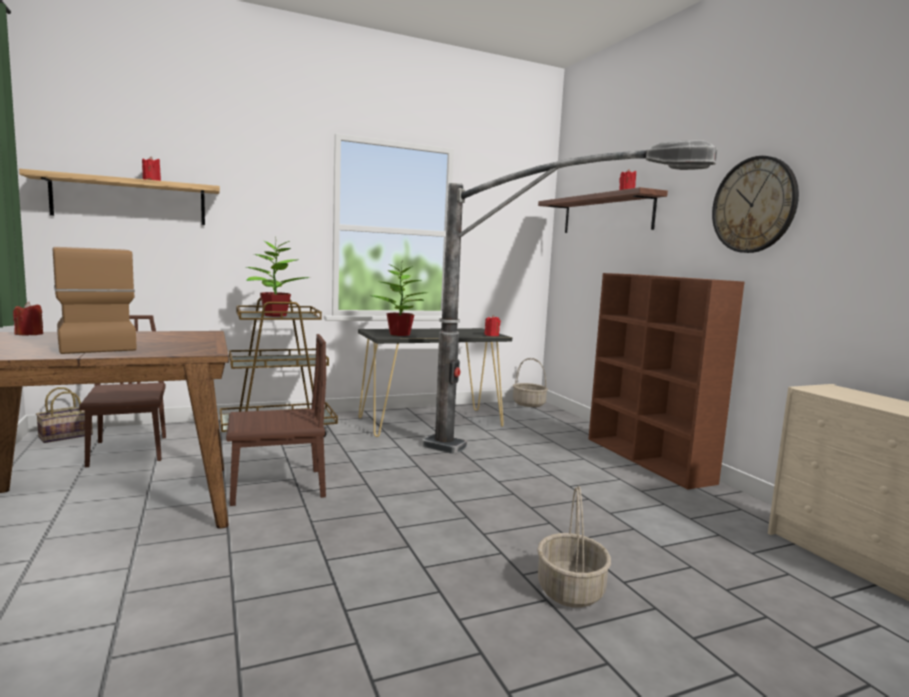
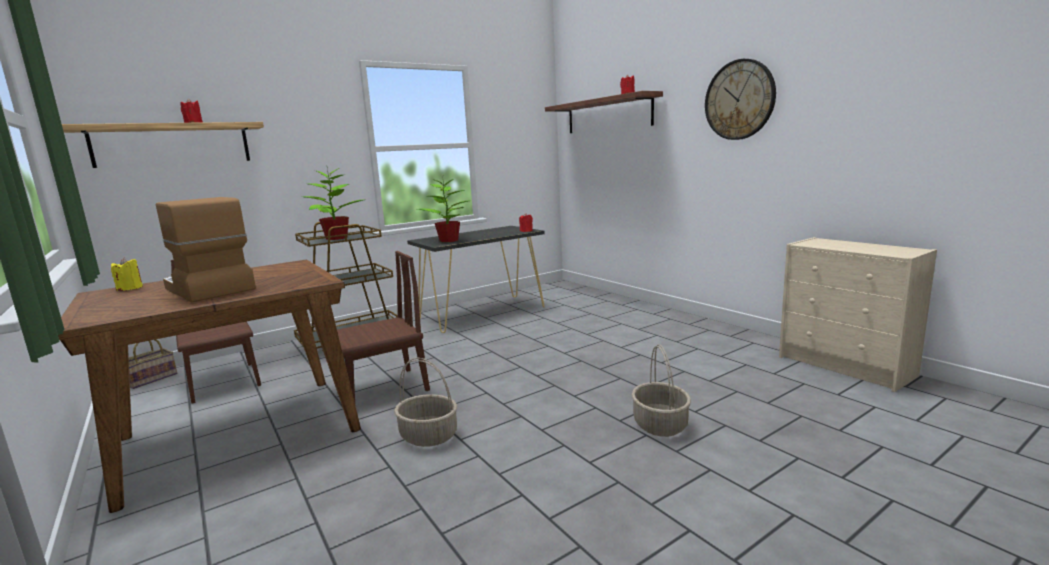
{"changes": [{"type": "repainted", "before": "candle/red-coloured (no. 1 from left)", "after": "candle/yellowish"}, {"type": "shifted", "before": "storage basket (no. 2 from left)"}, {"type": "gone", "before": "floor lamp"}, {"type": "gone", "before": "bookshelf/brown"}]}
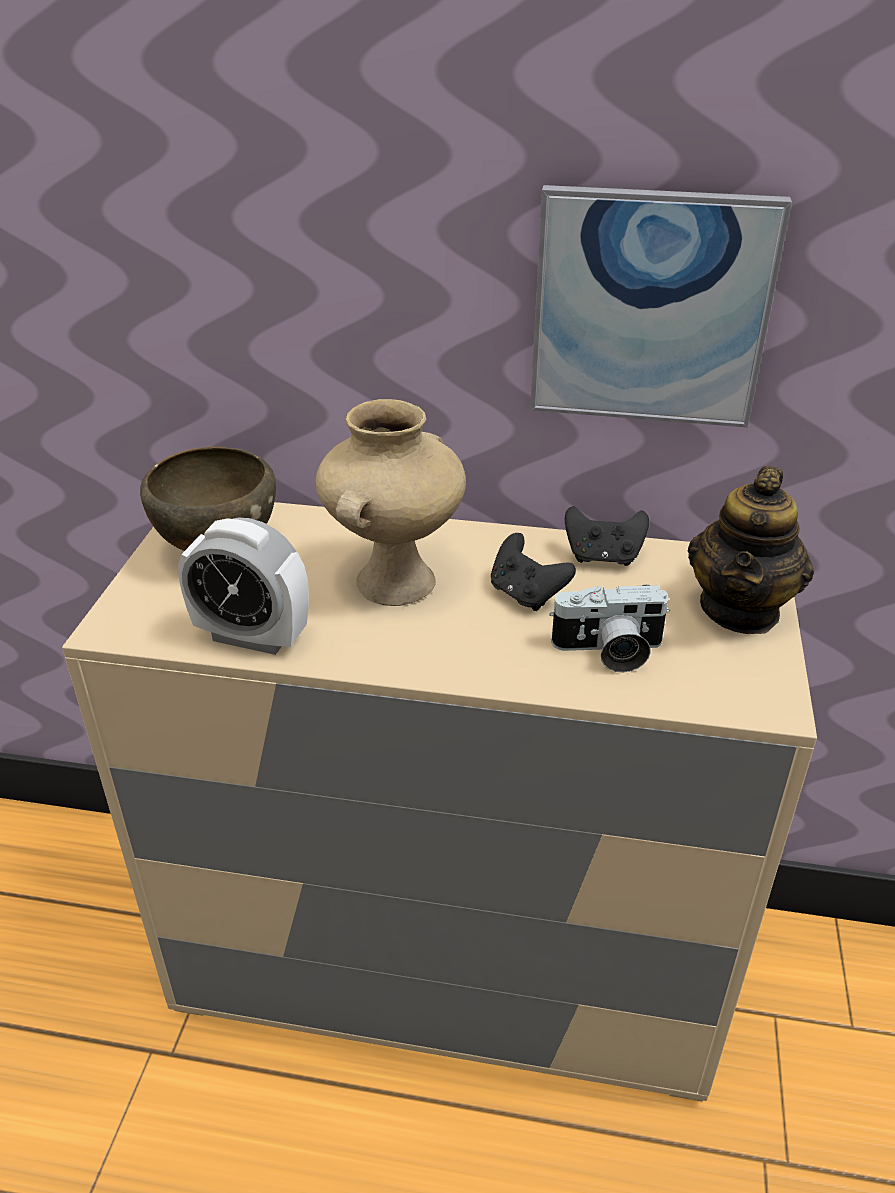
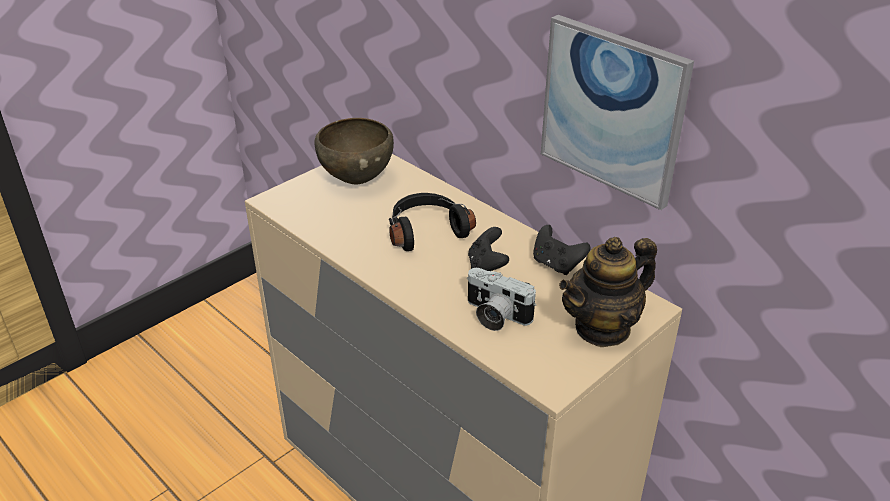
{"changes": [{"type": "swapped", "before": "flower vase/beige", "after": "pair of headphones/black"}, {"type": "gone", "before": "bedside clock"}]}
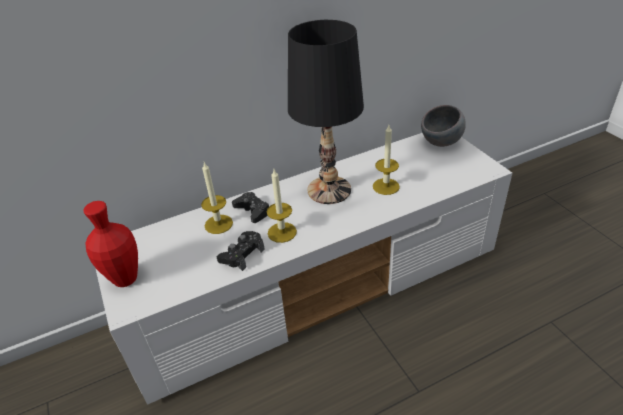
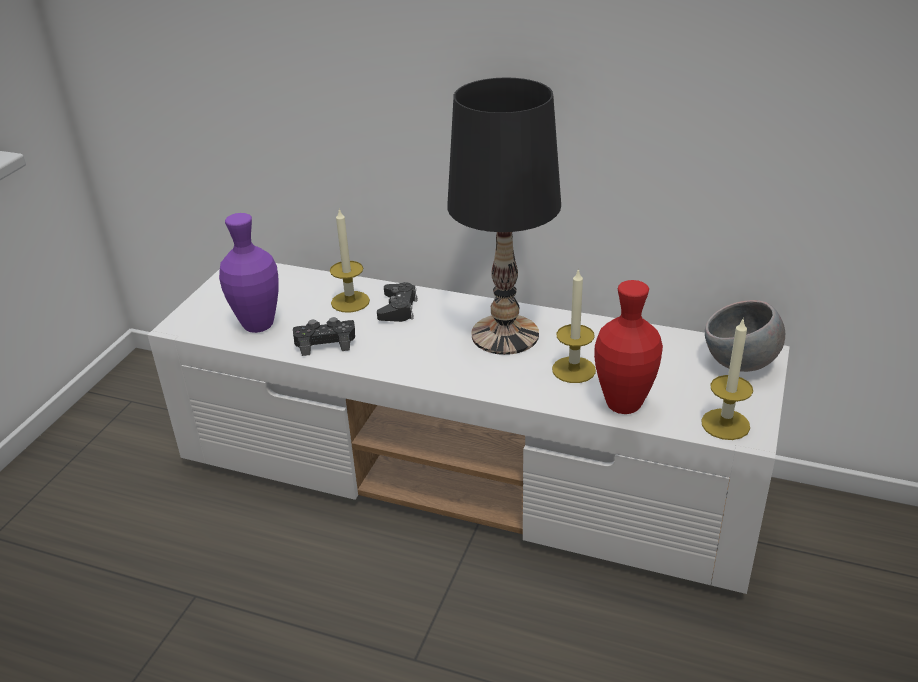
{"changes": [{"type": "new", "after": "flower vase/purple-coloured"}, {"type": "shifted", "before": "flower vase/red-coloured"}, {"type": "shifted", "before": "candle (no. 2 from left in the first image)", "after": "candle (no. 3 from left)"}]}
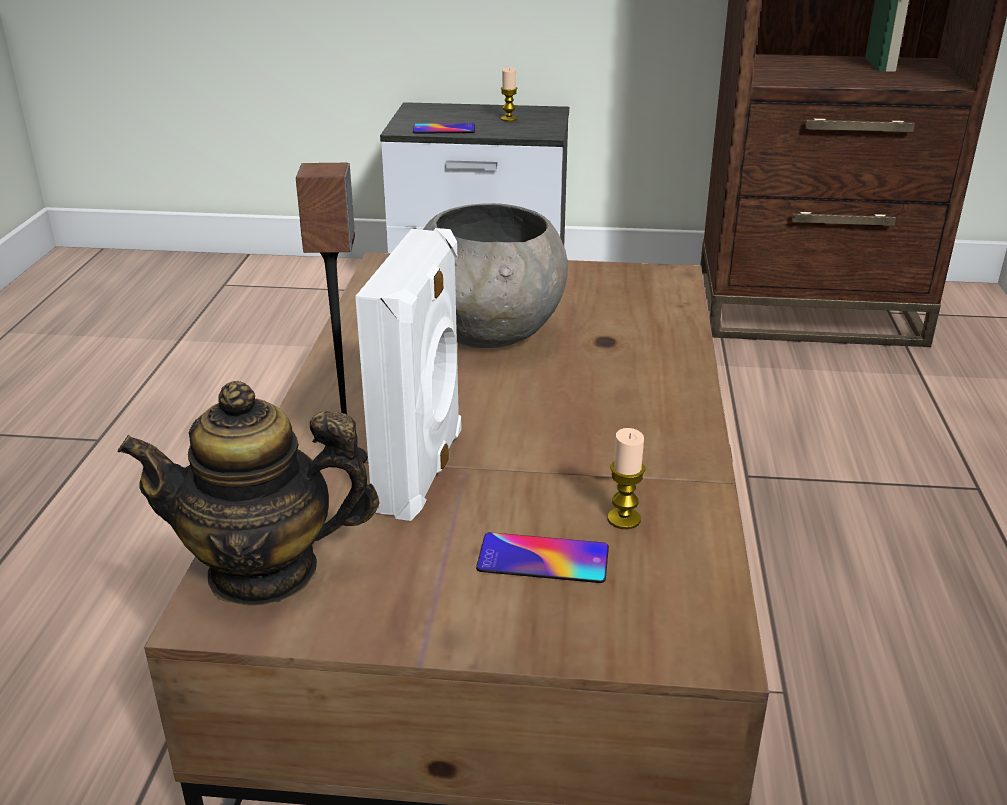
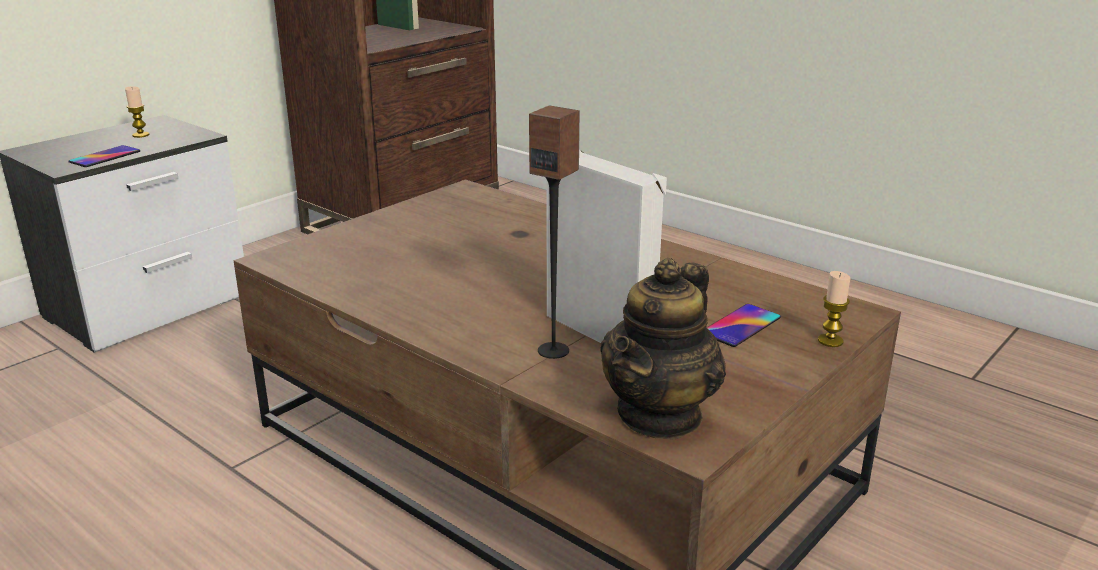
{"changes": [{"type": "shifted", "before": "candle (no. 2 from left)"}, {"type": "gone", "before": "serving bowl/greyish"}]}
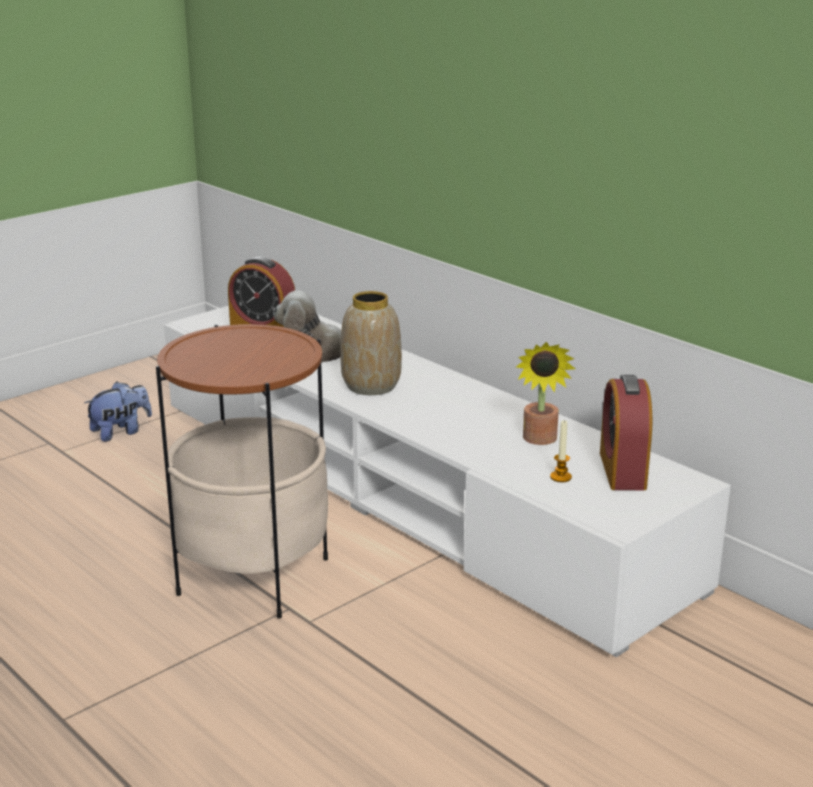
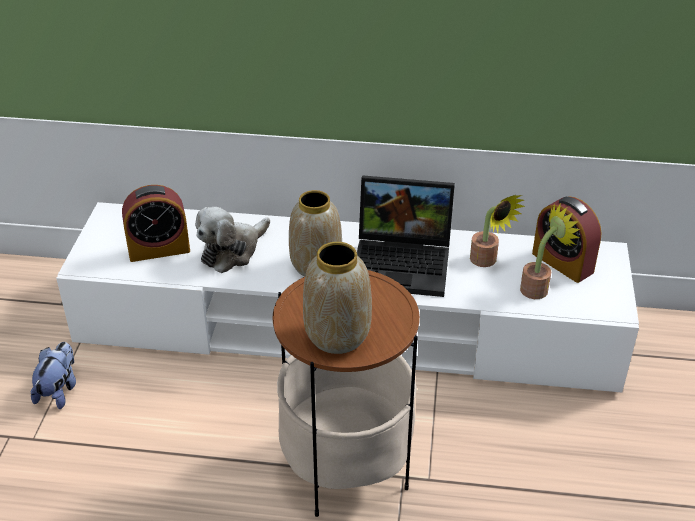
{"changes": [{"type": "new", "after": "flower vase (no. 2 from left)"}, {"type": "new", "after": "laptop"}, {"type": "swapped", "before": "candle", "after": "potted plant (no. 2 from left)"}]}
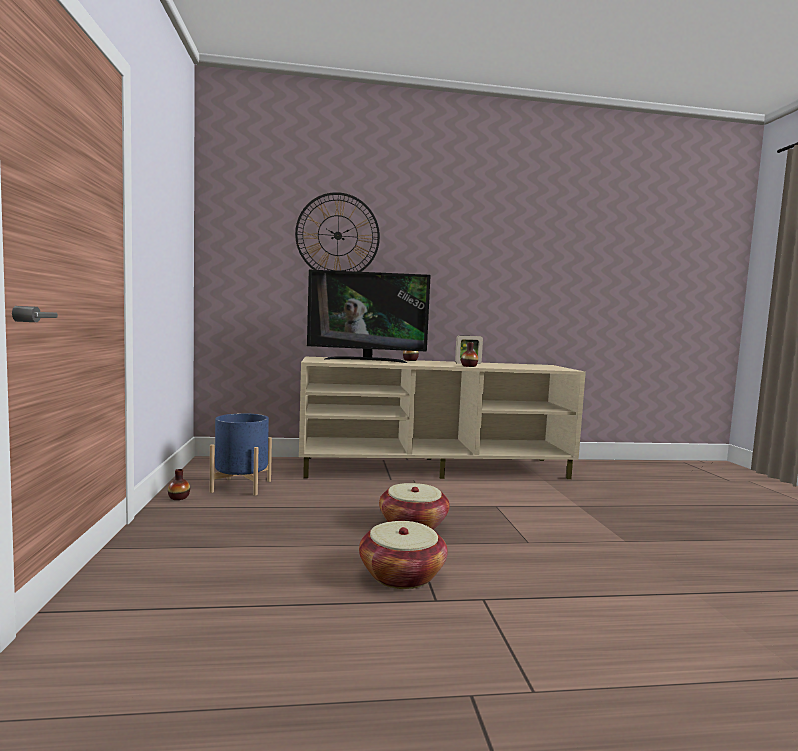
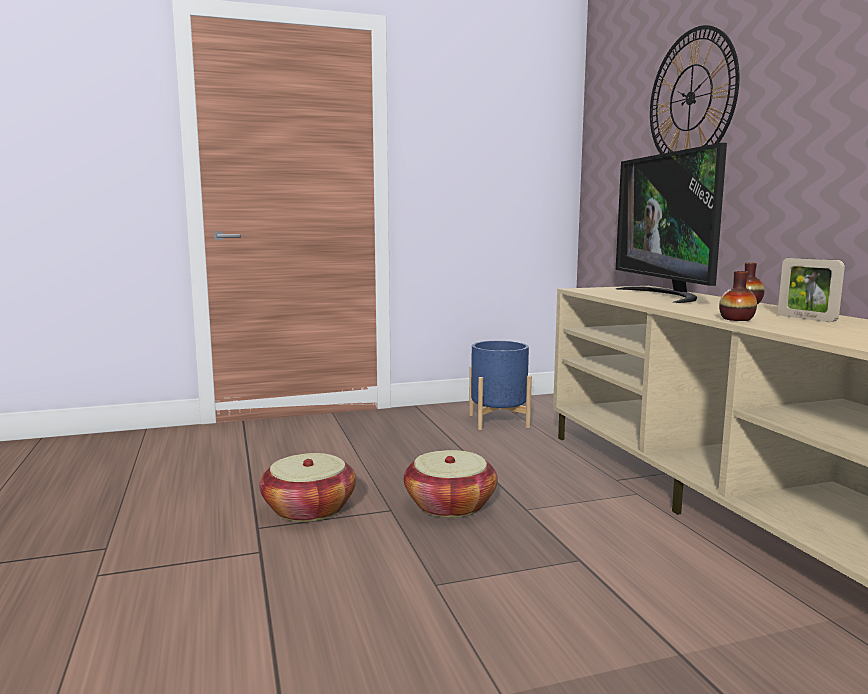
{"changes": [{"type": "gone", "before": "flower vase (no. 1 from left)"}]}
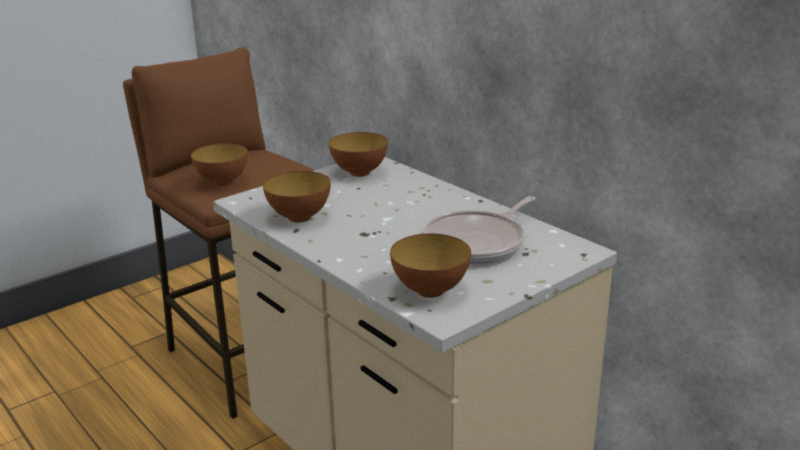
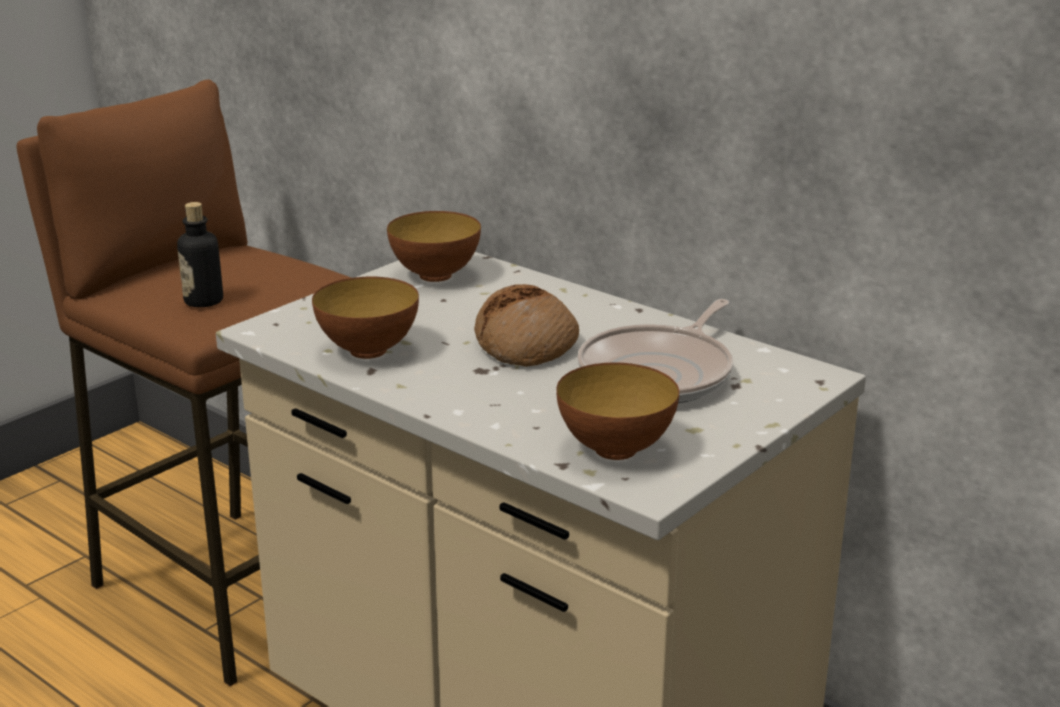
{"changes": [{"type": "swapped", "before": "serving bowl (no. 1 from left)", "after": "drink bottle"}, {"type": "new", "after": "bakery bread"}]}
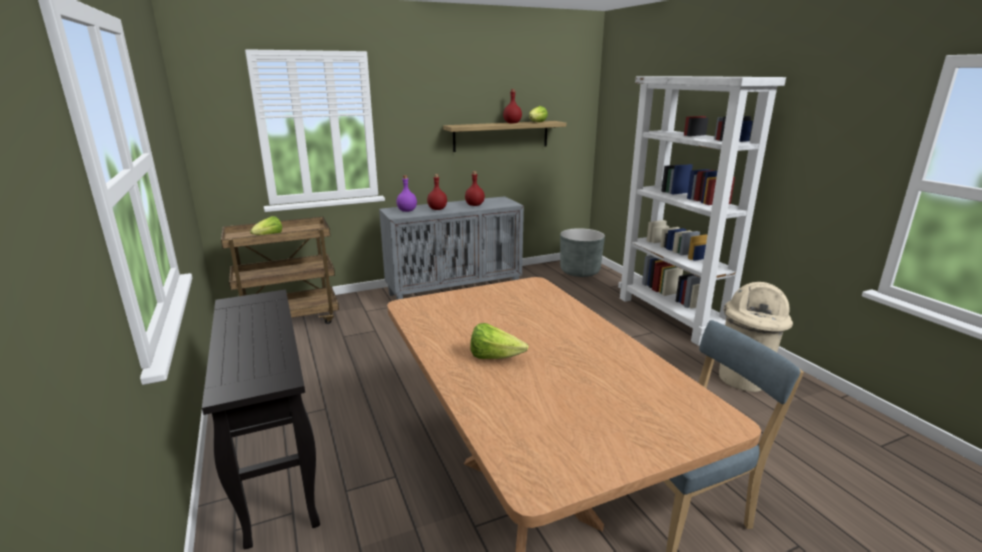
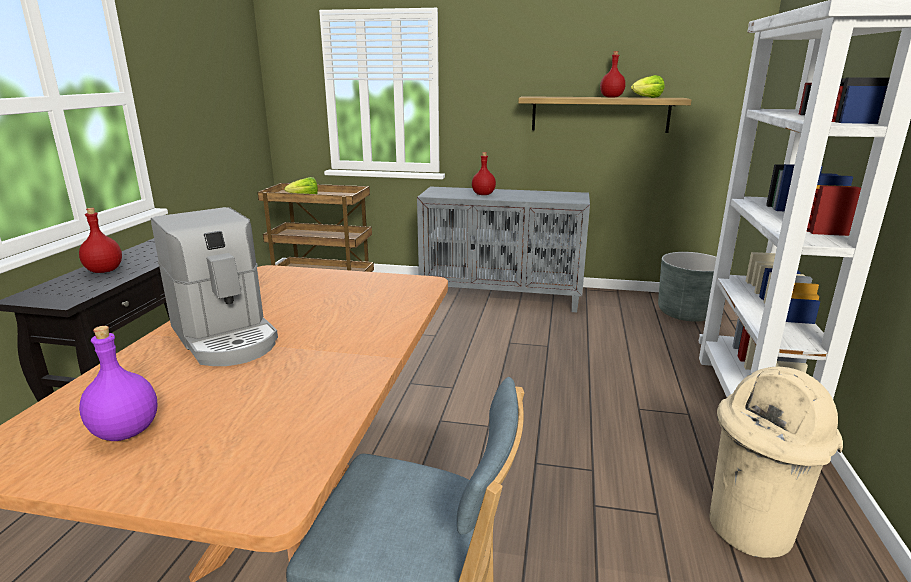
{"changes": [{"type": "shifted", "before": "drink bottle/red-coloured (no. 2 from left in the first image)", "after": "drink bottle/red-coloured (no. 1 from left)"}, {"type": "shifted", "before": "drink bottle/purple-coloured"}, {"type": "swapped", "before": "lettuce head (no. 2 from left)", "after": "coffee machine"}]}
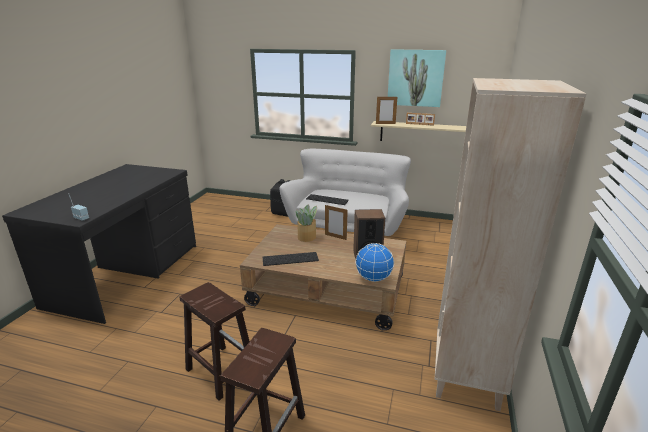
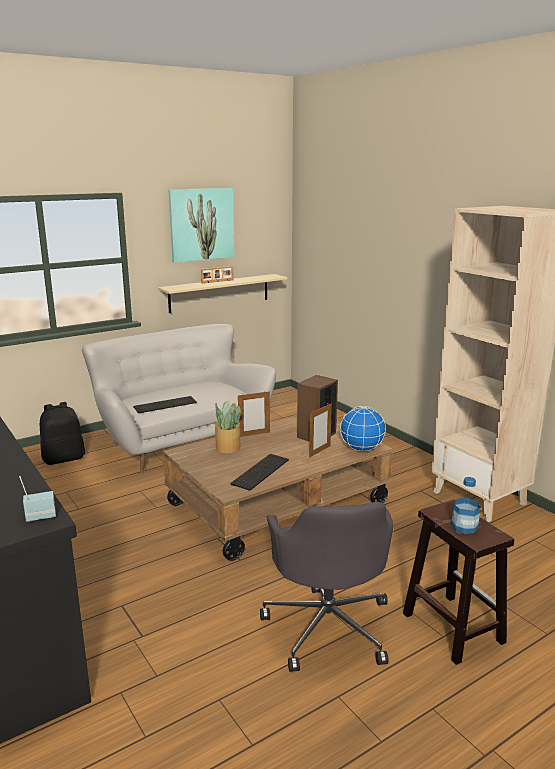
{"changes": [{"type": "swapped", "before": "stool seat/brown (no. 1 from left)", "after": "office chair/greyish"}, {"type": "shifted", "before": "standing frame (no. 2 from left in the first image)", "after": "standing frame (no. 3 from left)"}, {"type": "new", "after": "drink bottle"}]}
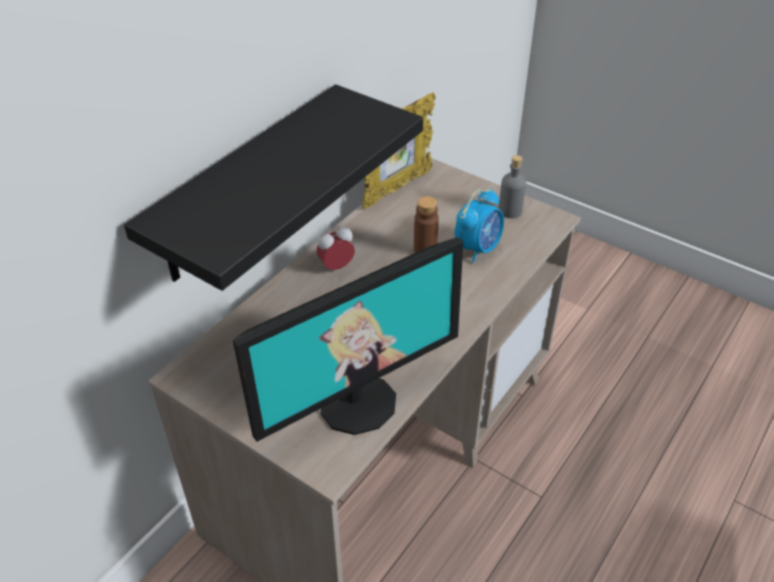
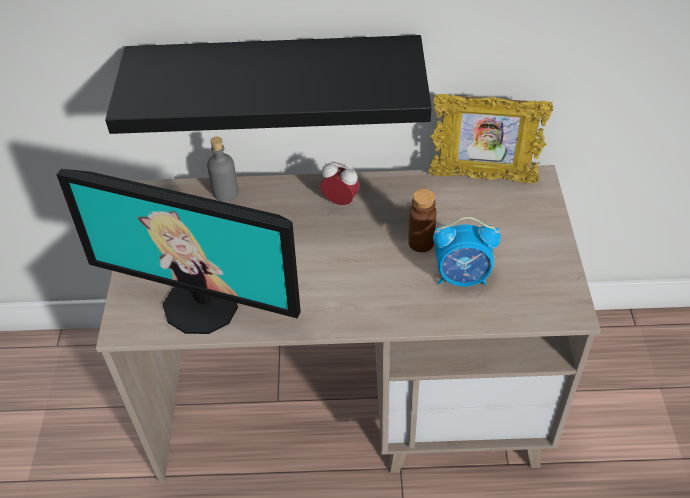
{"changes": [{"type": "shifted", "before": "drink bottle/greyish"}]}
